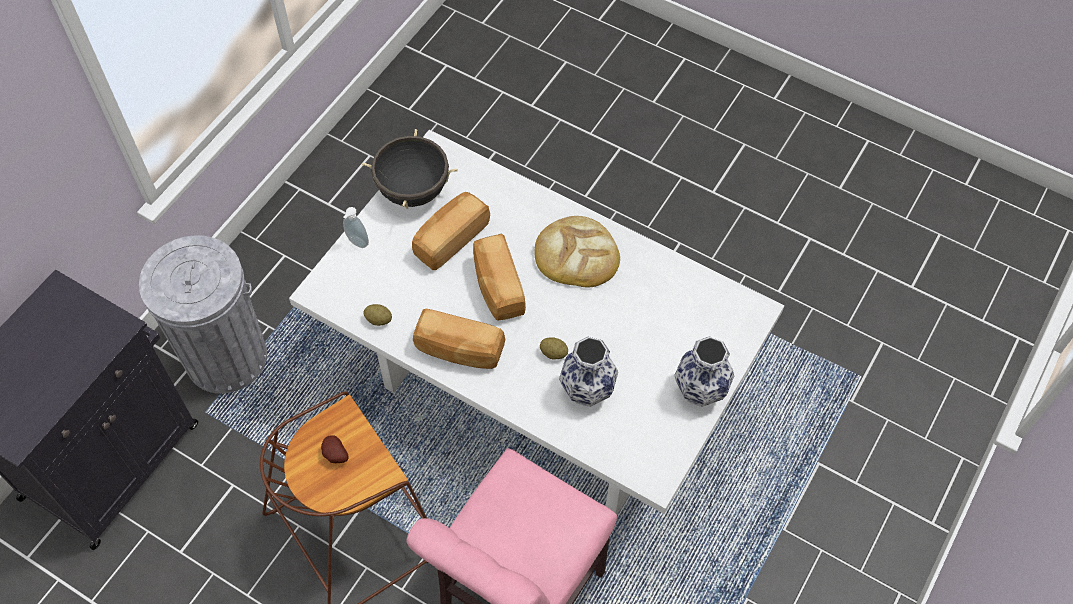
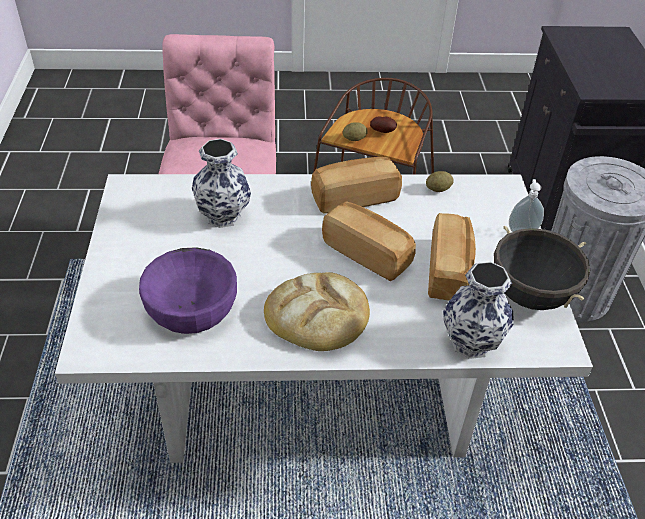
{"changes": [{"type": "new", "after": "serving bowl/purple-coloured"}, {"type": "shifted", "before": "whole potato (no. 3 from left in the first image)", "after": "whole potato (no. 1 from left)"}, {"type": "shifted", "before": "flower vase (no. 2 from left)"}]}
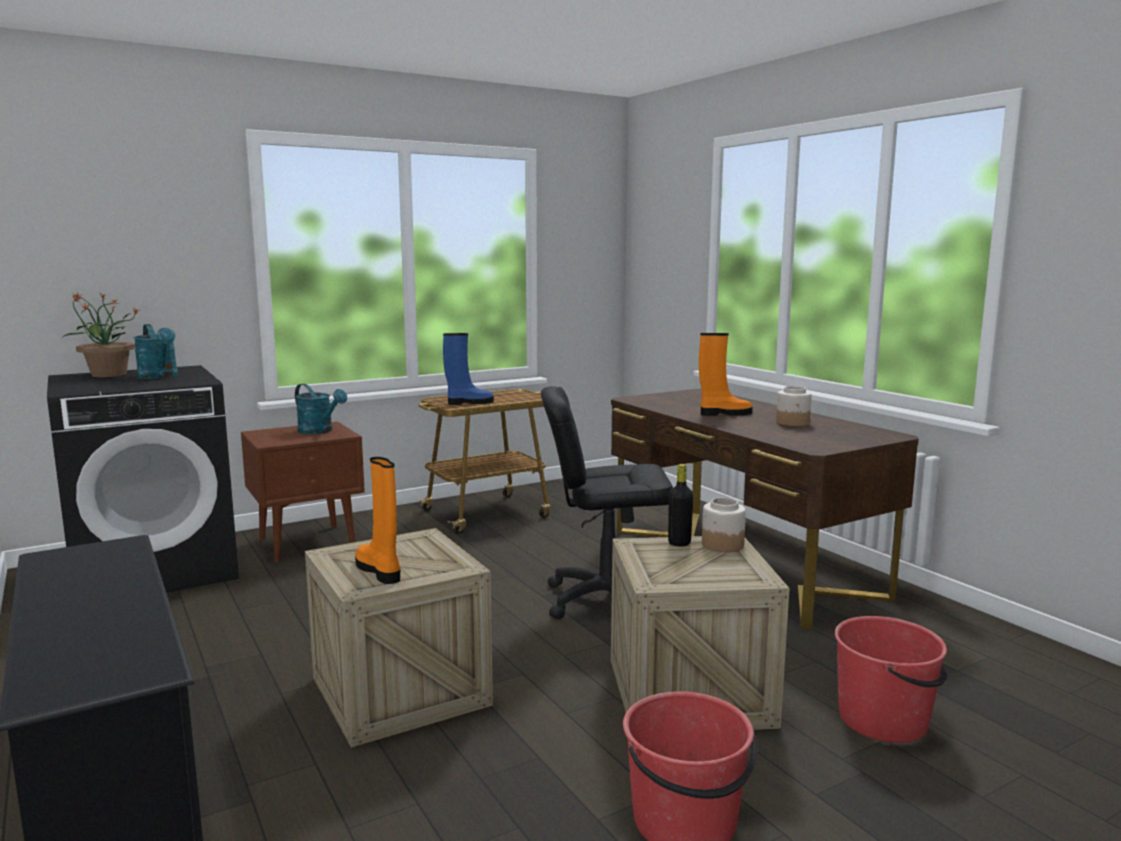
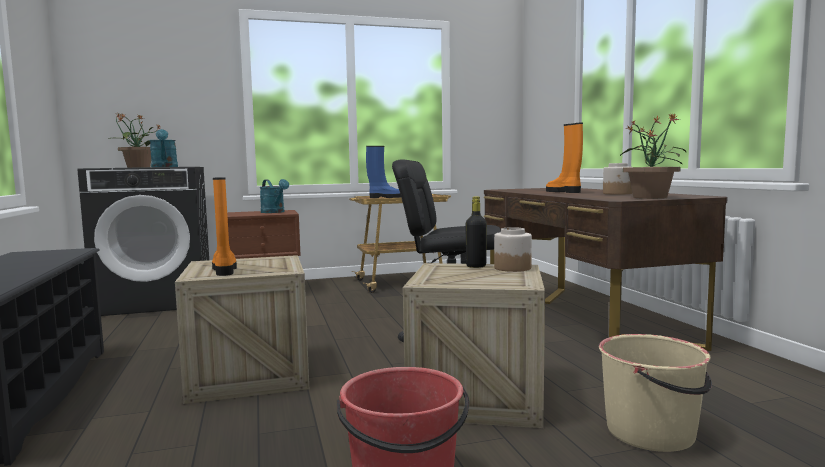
{"changes": [{"type": "rotated", "before": "high-top boot/orange-coloured (no. 2 from left)", "turn": -120}, {"type": "repainted", "before": "bucket/red-coloured (no. 2 from left)", "after": "bucket/beige"}, {"type": "new", "after": "potted plant (no. 2 from left)"}]}
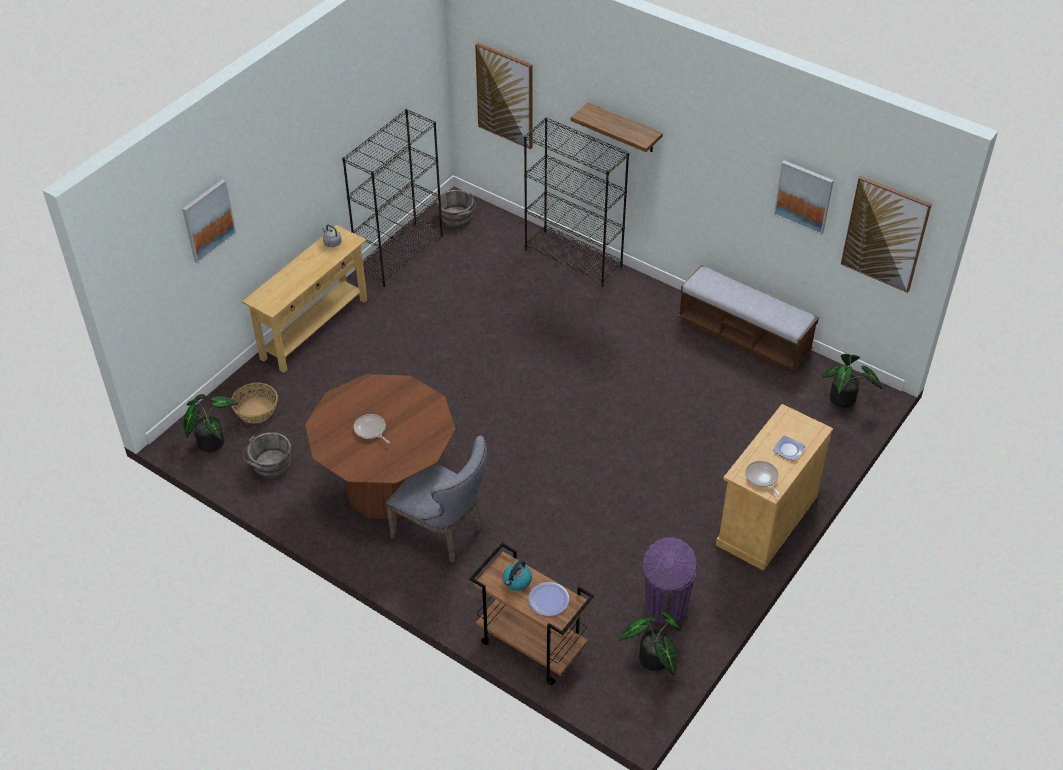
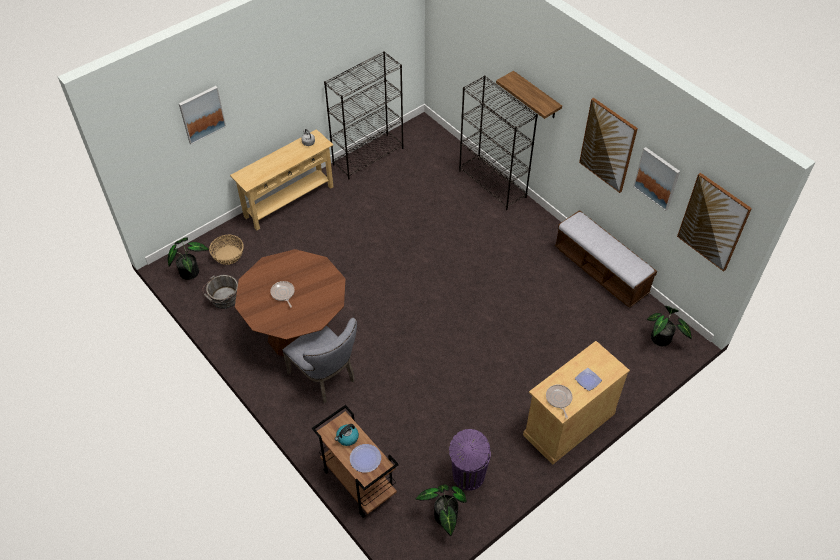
{"changes": [{"type": "shifted", "before": "picture (no. 2 from left)"}, {"type": "gone", "before": "bucket/greyish (no. 2 from left)"}]}
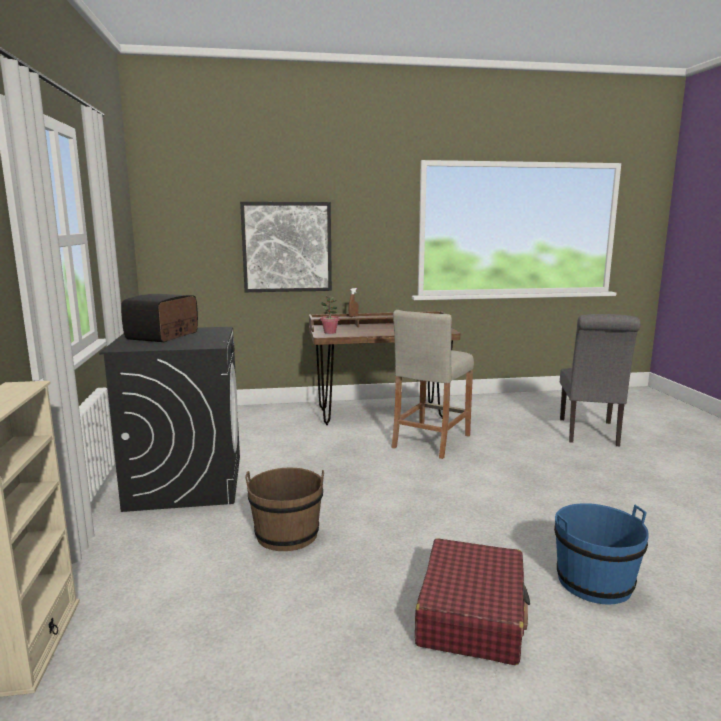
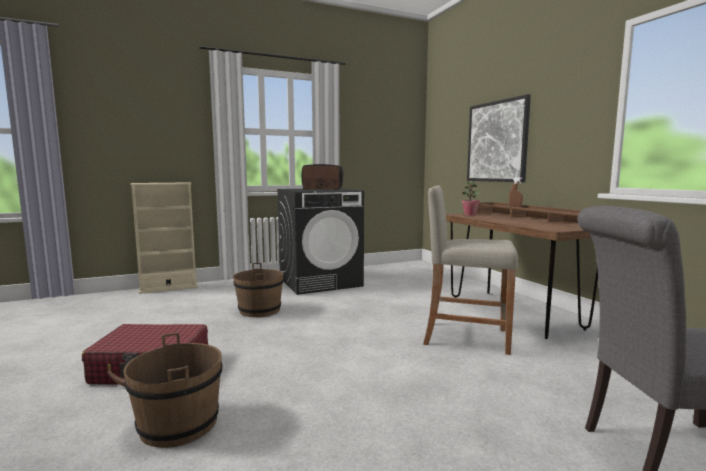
{"changes": [{"type": "repainted", "before": "bucket/blue-coloured", "after": "bucket/brown (no. 1 from left)"}]}
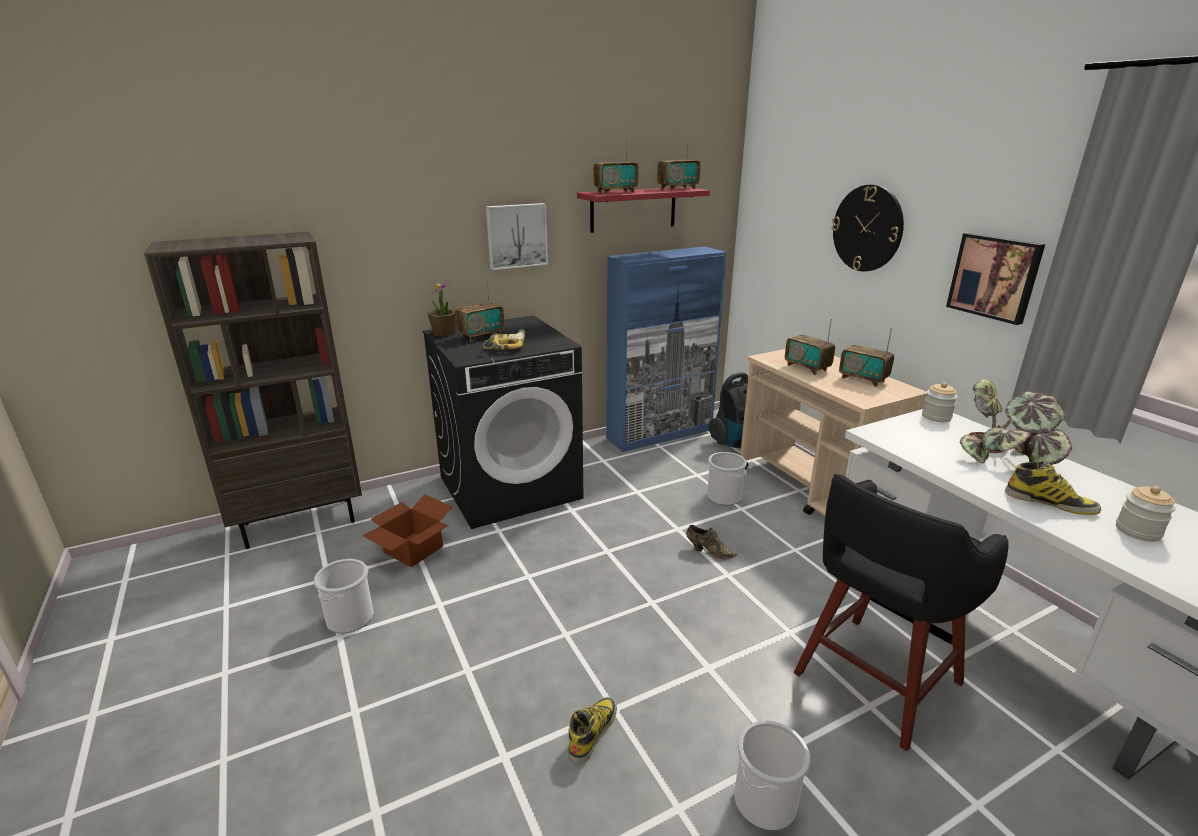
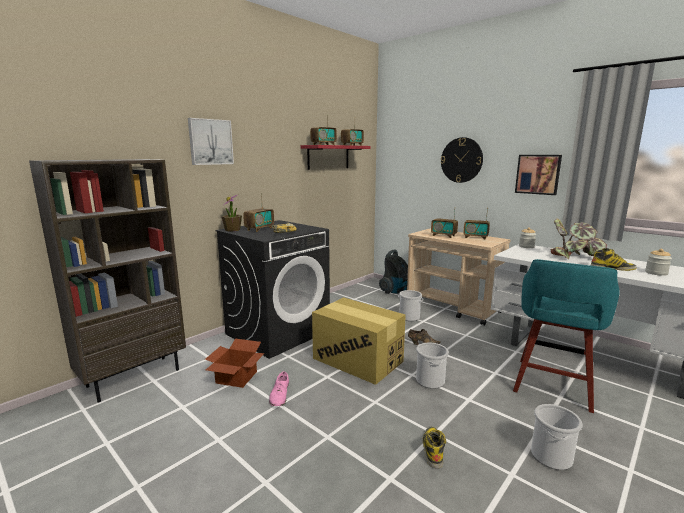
{"changes": [{"type": "shifted", "before": "picture (no. 1 from left)"}, {"type": "new", "after": "item of footwear/pinkish"}, {"type": "new", "after": "carton (no. 2 from left)"}, {"type": "shifted", "before": "bucket (no. 1 from left in the first image)", "after": "bucket (no. 2 from left)"}, {"type": "repainted", "before": "stool seat/black", "after": "stool seat/blue-green"}, {"type": "gone", "before": "cupboard/blue-coloured"}]}
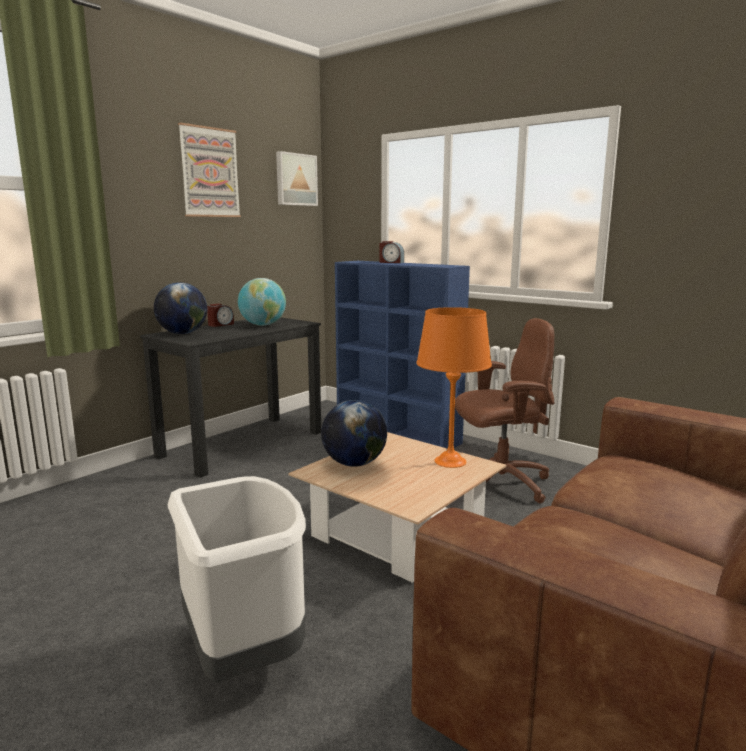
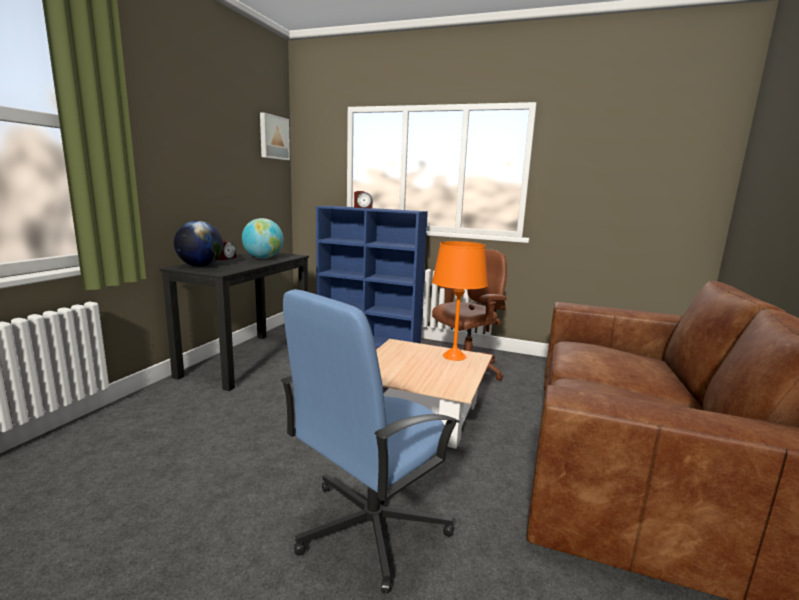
{"changes": [{"type": "swapped", "before": "waste bin/whitish", "after": "office chair/blue-coloured"}, {"type": "gone", "before": "picture (no. 1 from left)"}, {"type": "gone", "before": "desk globe (no. 3 from left)"}]}
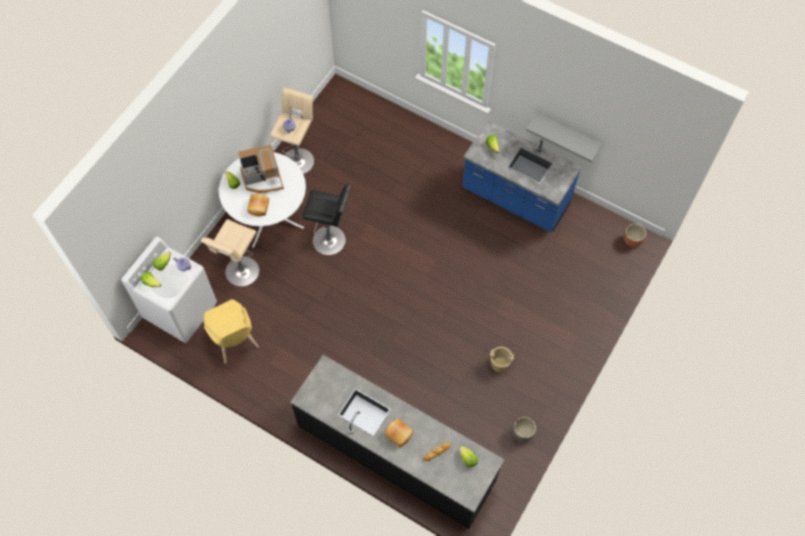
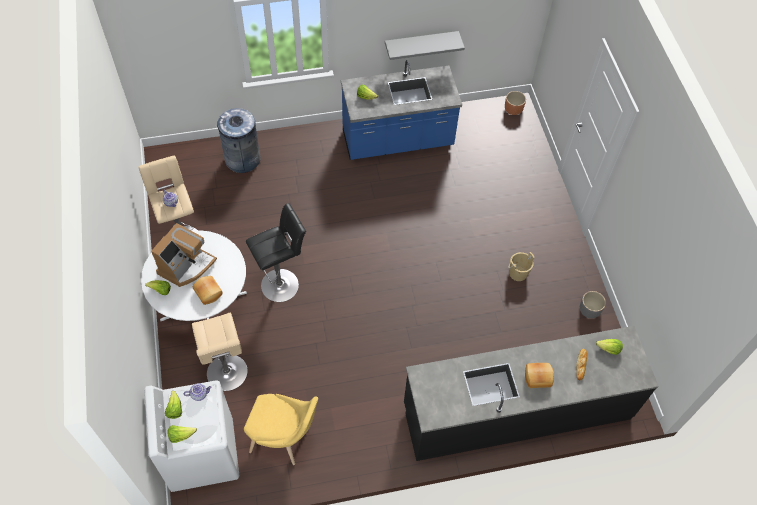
{"changes": [{"type": "new", "after": "waste bin/greyish"}]}
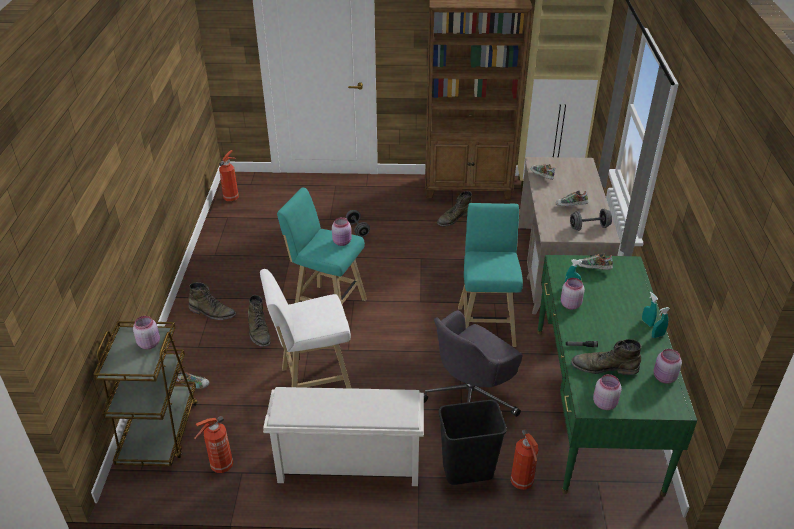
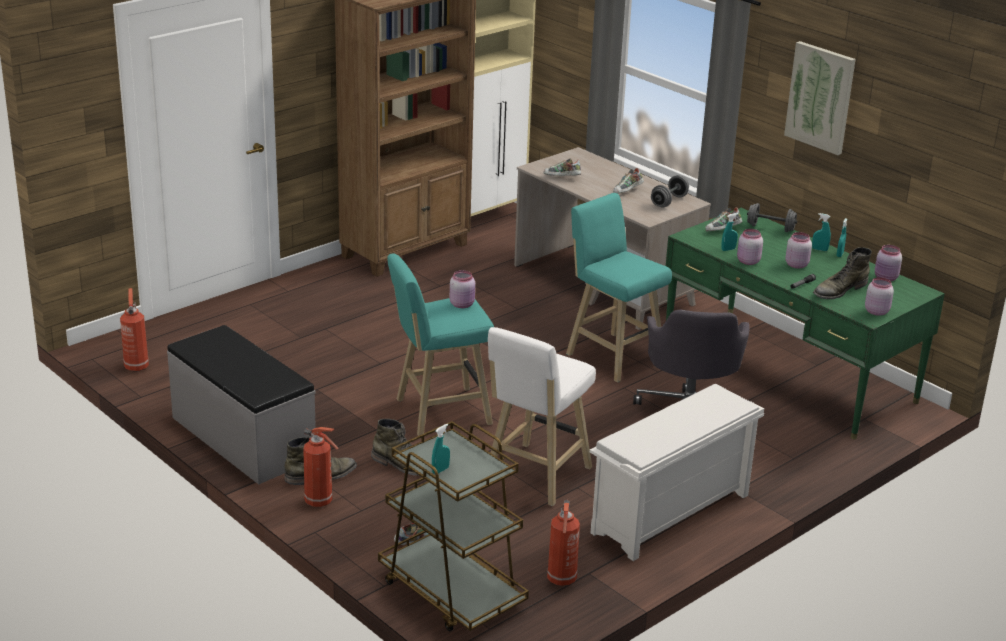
{"changes": [{"type": "new", "after": "bench/greyish"}, {"type": "shifted", "before": "fire extinguisher (no. 3 from left in the first image)", "after": "fire extinguisher (no. 2 from left)"}, {"type": "new", "after": "spray bottle/blue-green (no. 1 from left)"}, {"type": "shifted", "before": "free weight/greyish (no. 1 from left in the first image)", "after": "free weight/greyish (no. 2 from left)"}, {"type": "new", "after": "picture"}, {"type": "shifted", "before": "preserve jar/pinkish (no. 1 from left in the first image)", "after": "preserve jar/pinkish (no. 3 from left)"}, {"type": "gone", "before": "high-top boot/greenish (no. 3 from left)"}, {"type": "gone", "before": "waste bin/black"}]}
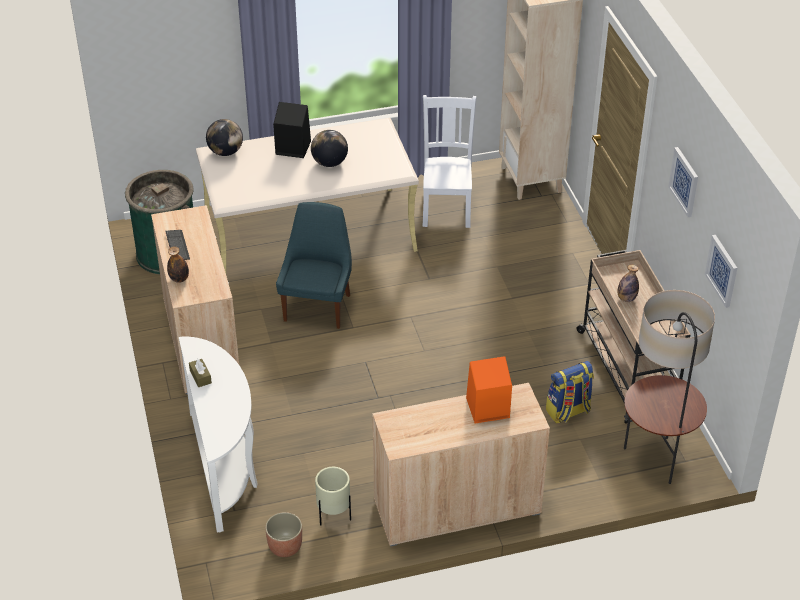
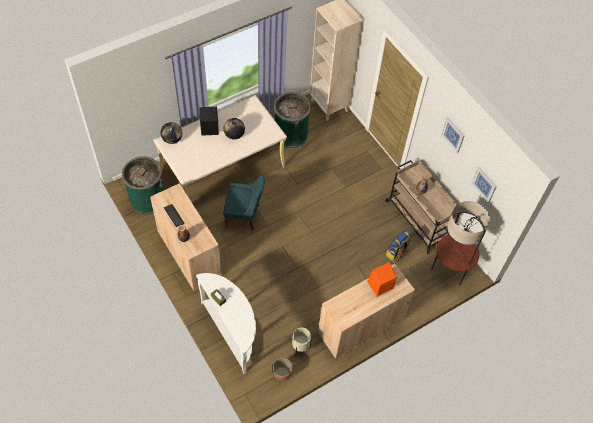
{"changes": [{"type": "rotated", "before": "chair/blue-coloured", "turn": 105}, {"type": "swapped", "before": "chair/whitish", "after": "waste bin/greenish (no. 2 from left)"}]}
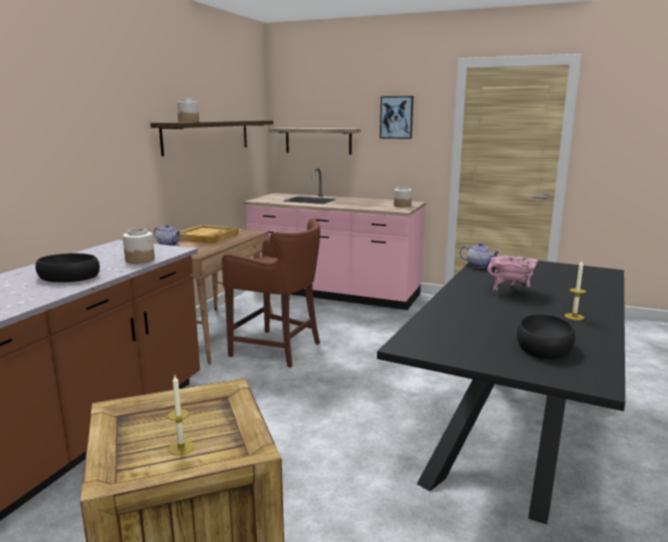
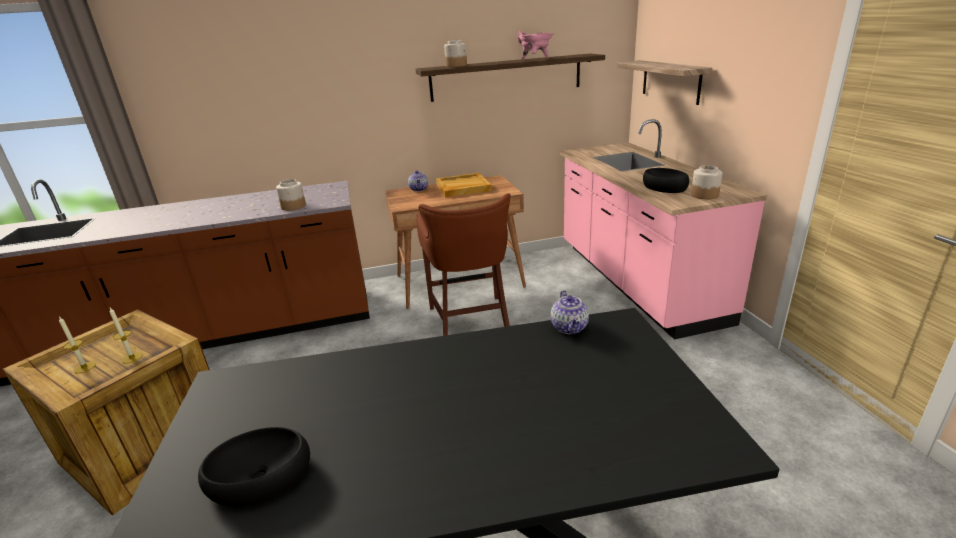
{"changes": [{"type": "shifted", "before": "candle (no. 2 from left)"}, {"type": "shifted", "before": "stockpot/pinkish"}, {"type": "shifted", "before": "serving bowl/black (no. 1 from left in the first image)", "after": "serving bowl/black (no. 2 from left)"}, {"type": "gone", "before": "picture"}]}
